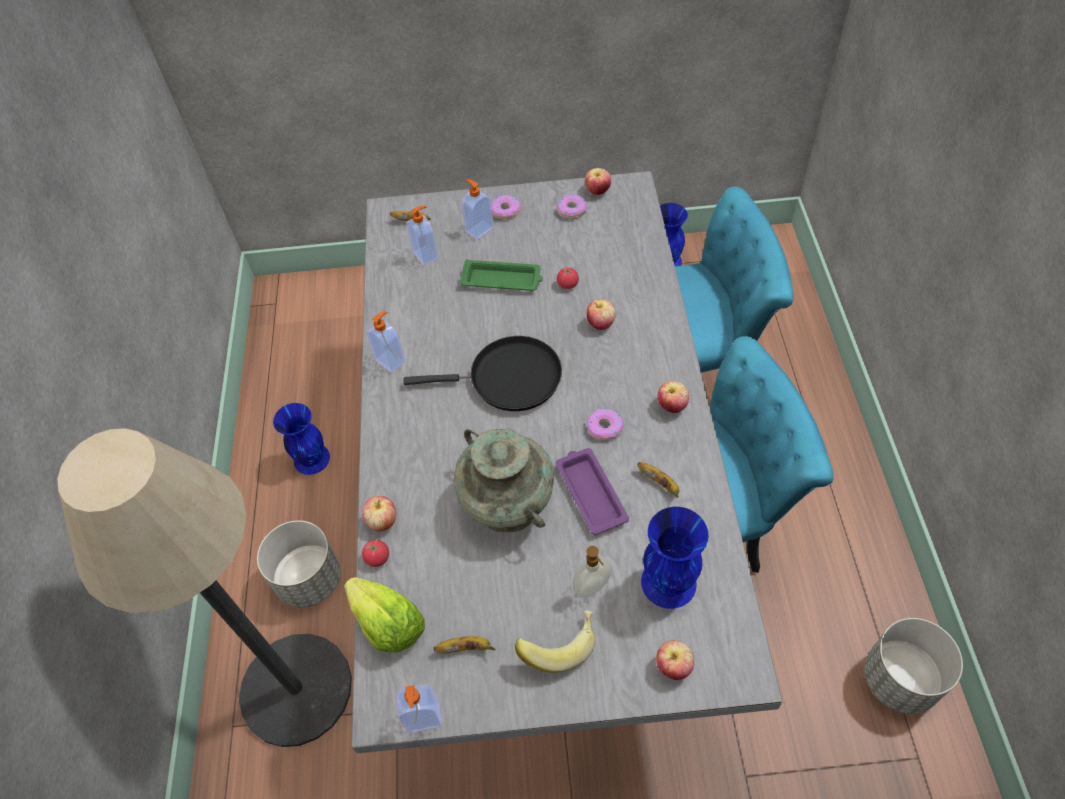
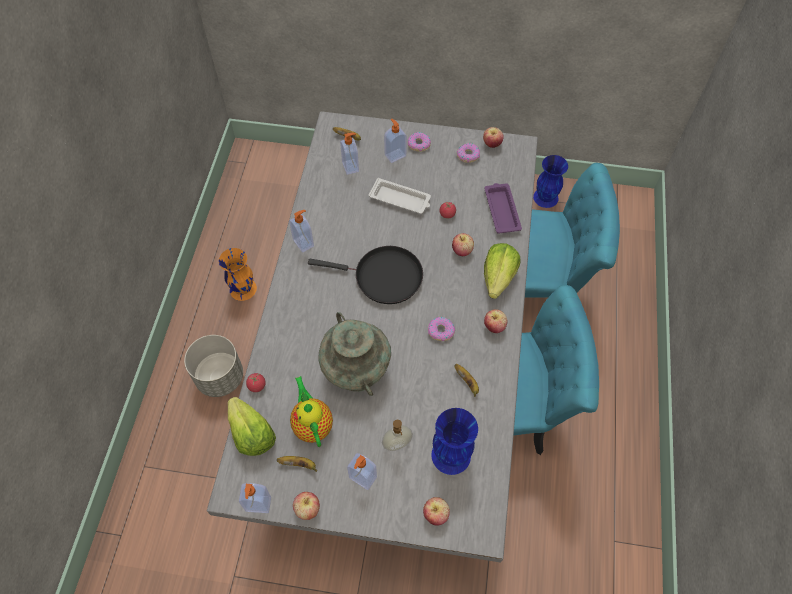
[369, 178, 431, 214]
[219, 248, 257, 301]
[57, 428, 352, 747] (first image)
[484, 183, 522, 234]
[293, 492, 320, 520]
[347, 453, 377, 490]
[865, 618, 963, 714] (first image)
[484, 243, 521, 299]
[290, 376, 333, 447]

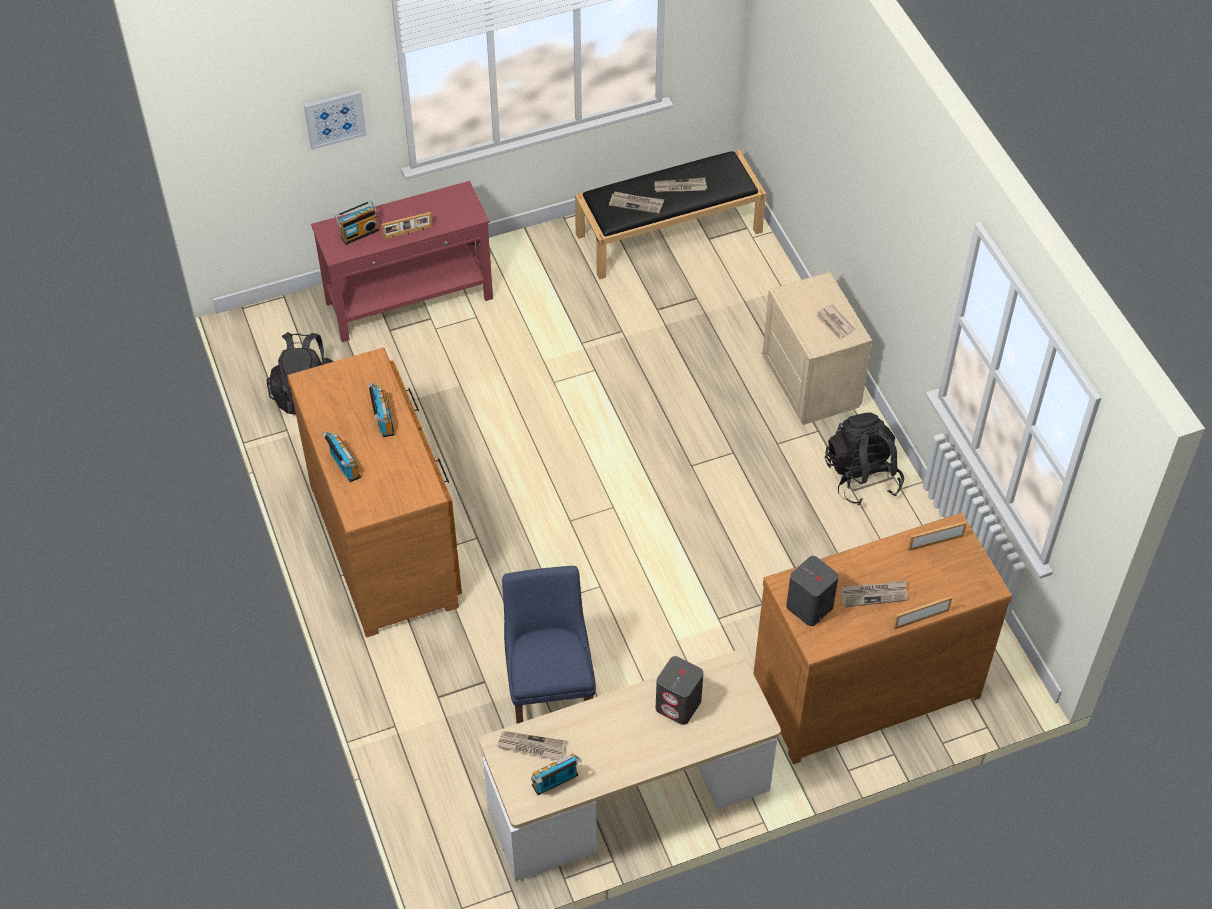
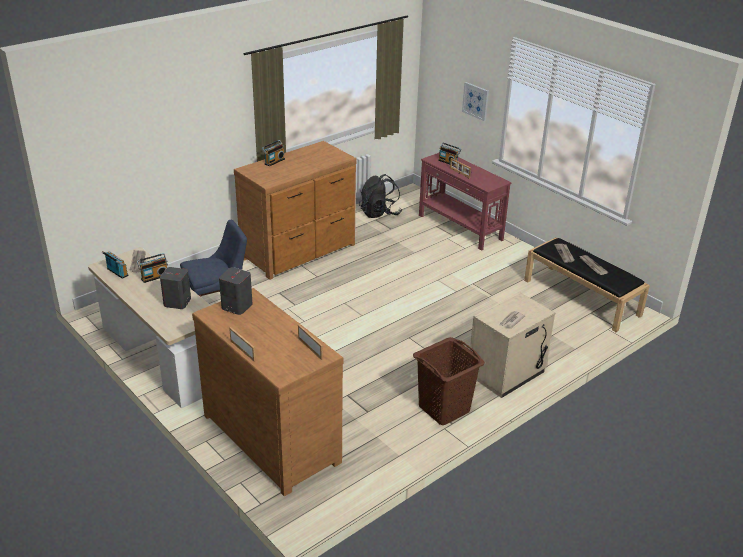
[137, 253, 168, 283]
[413, 337, 485, 425]
[840, 580, 907, 607] (first image)

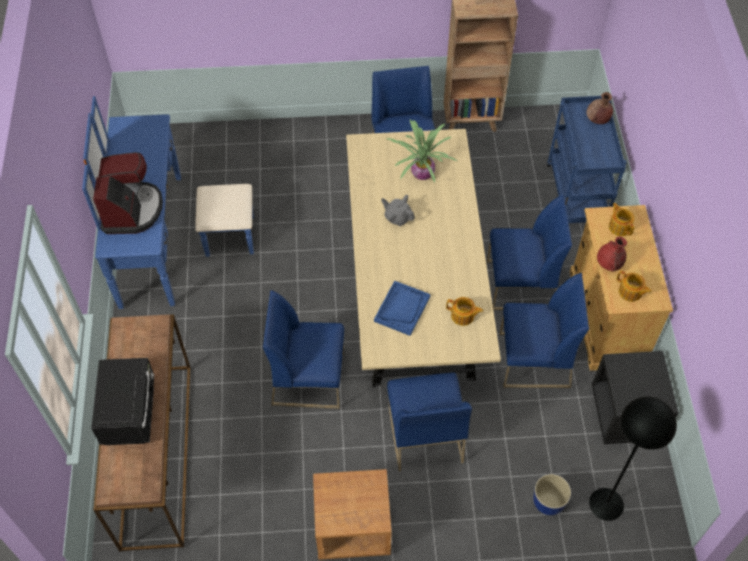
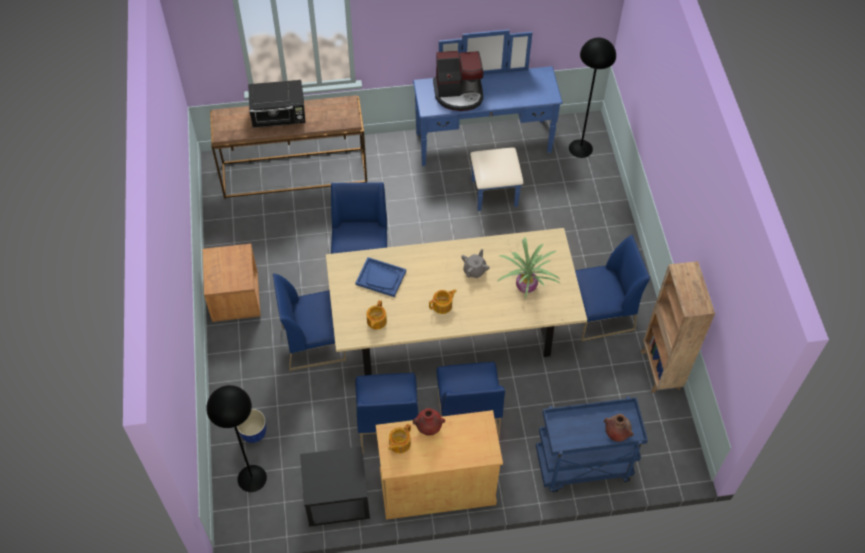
[429, 289, 457, 314]
[569, 38, 616, 158]

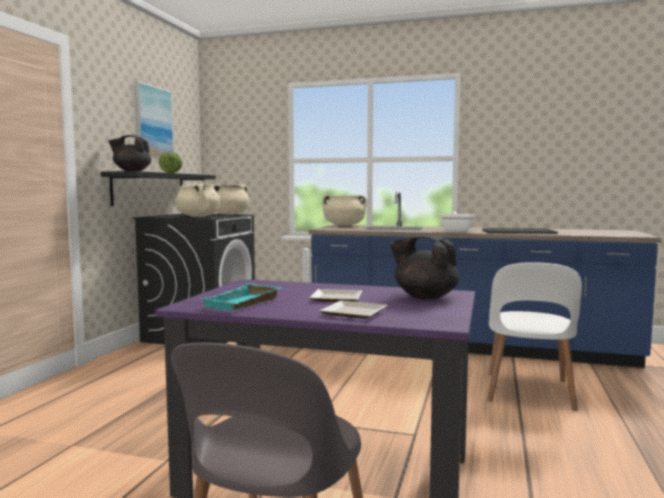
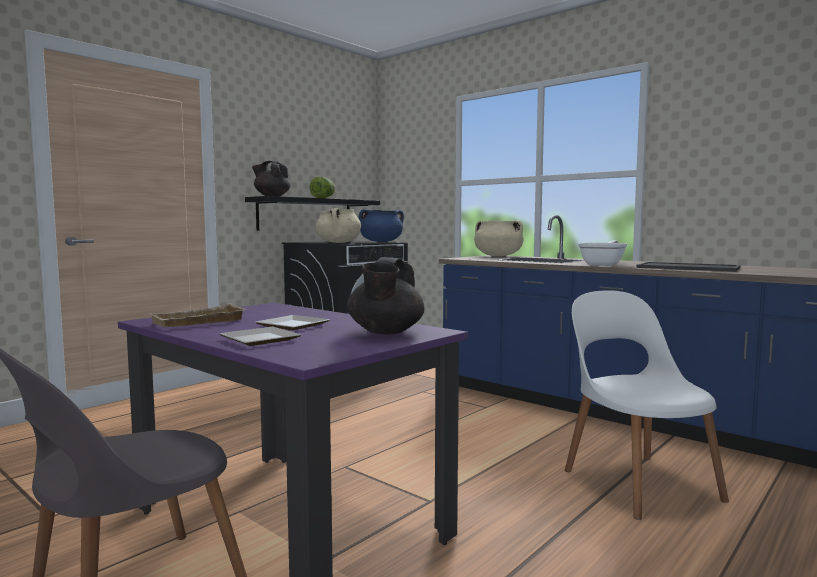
[134, 81, 174, 158] (first image)
[359, 209, 404, 242]
[347, 257, 424, 334]
[565, 290, 729, 520]
[150, 304, 246, 327]

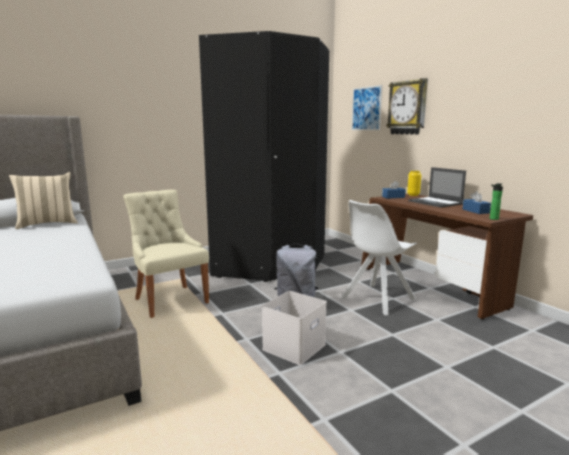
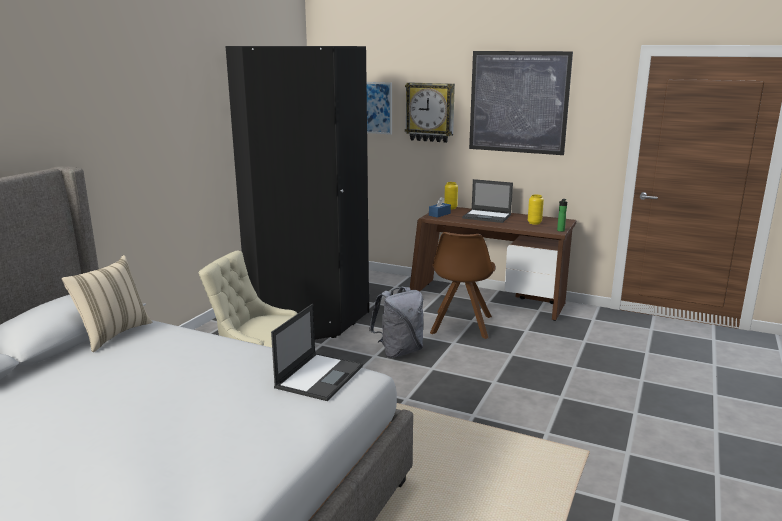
[528, 194, 544, 225]
[430, 232, 495, 339]
[262, 291, 327, 365] (first image)
[469, 51, 573, 155]
[271, 304, 363, 401]

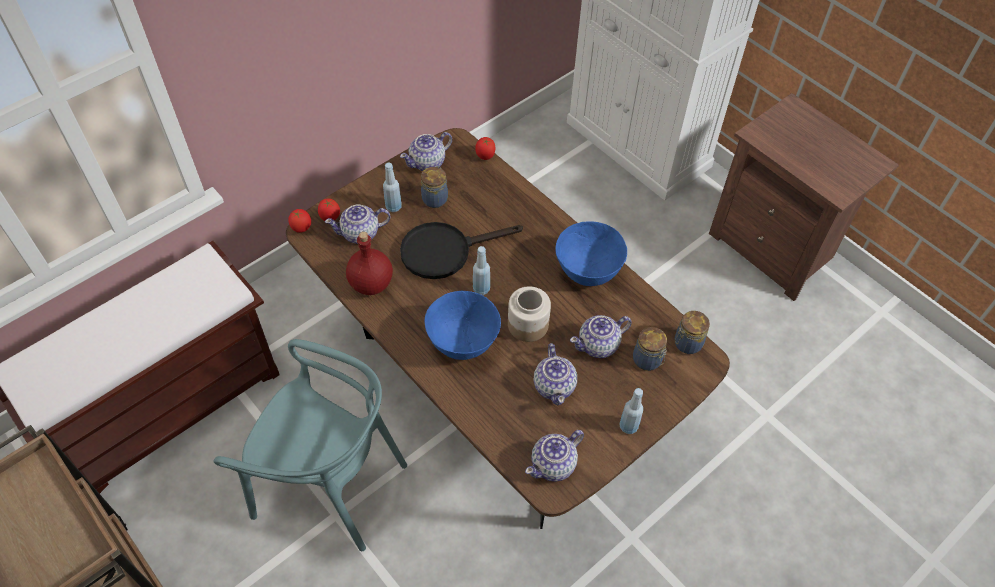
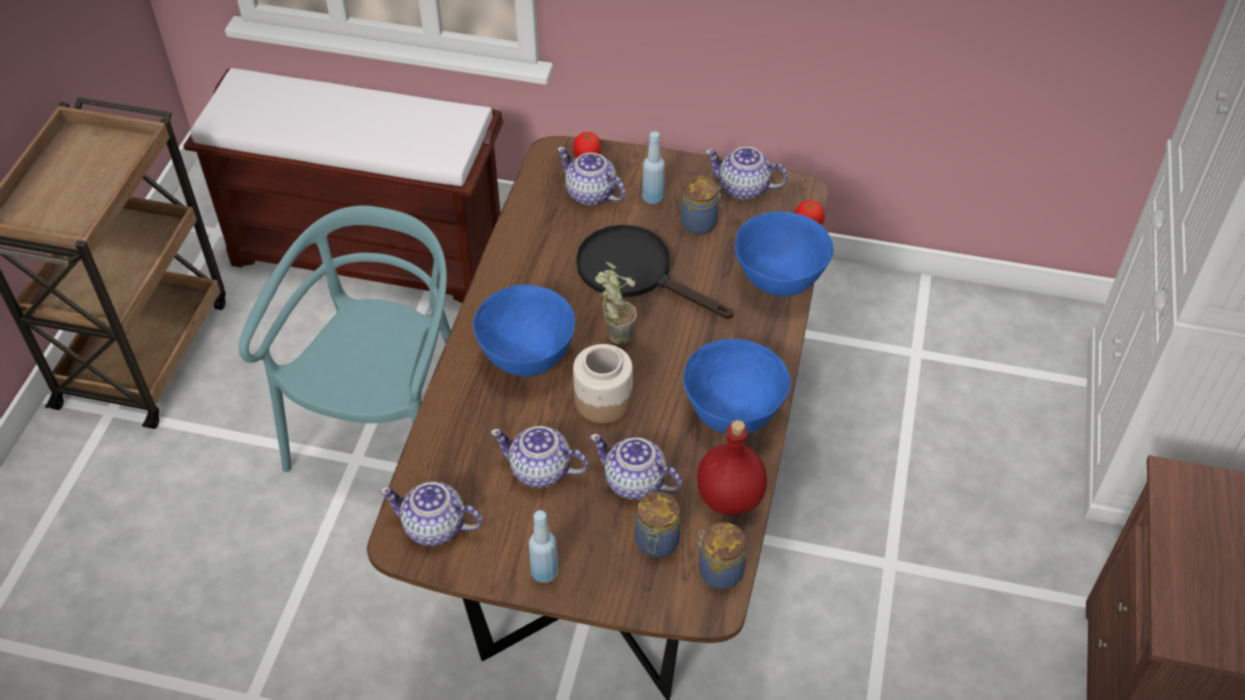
[288, 209, 311, 233] (first image)
[697, 420, 767, 515]
[595, 262, 637, 344]
[239, 205, 451, 472]
[490, 426, 588, 488]
[735, 211, 833, 296]

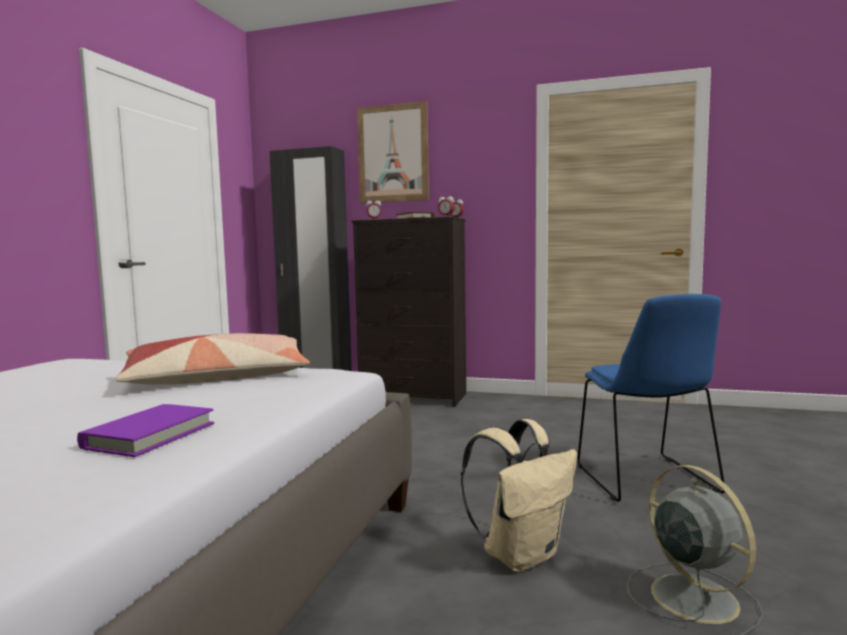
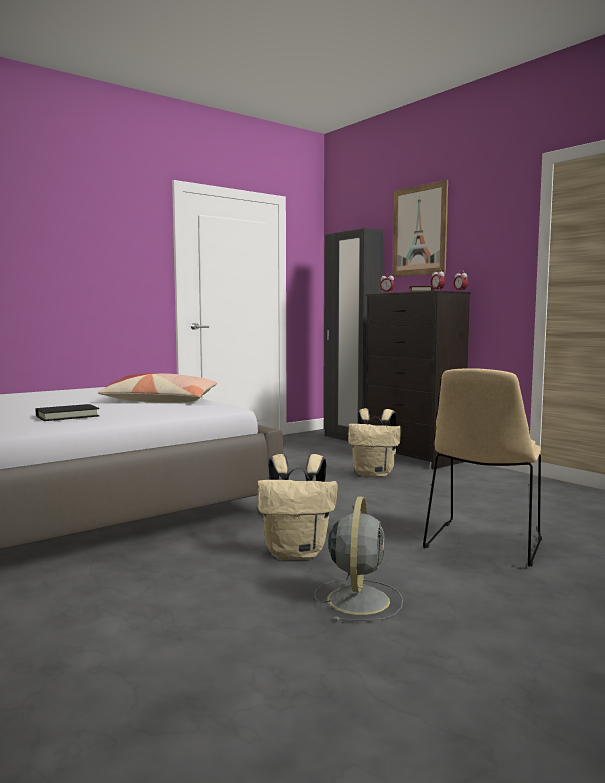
[423, 368, 542, 567]
[36, 404, 99, 421]
[348, 408, 401, 478]

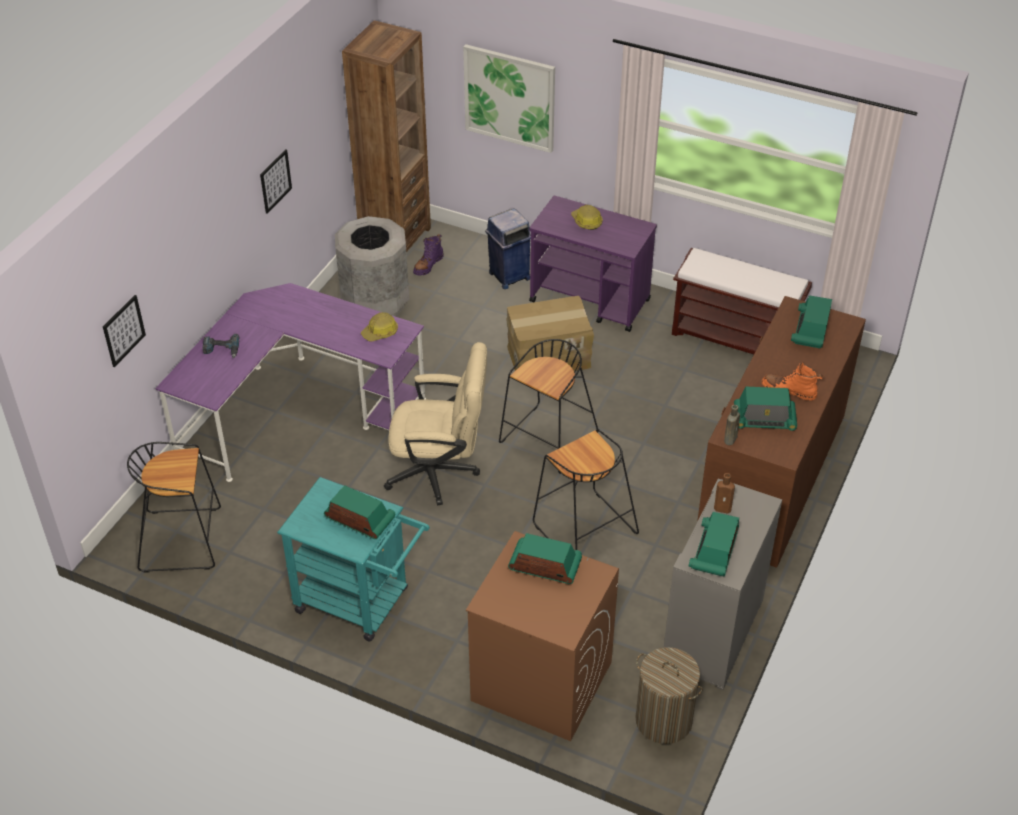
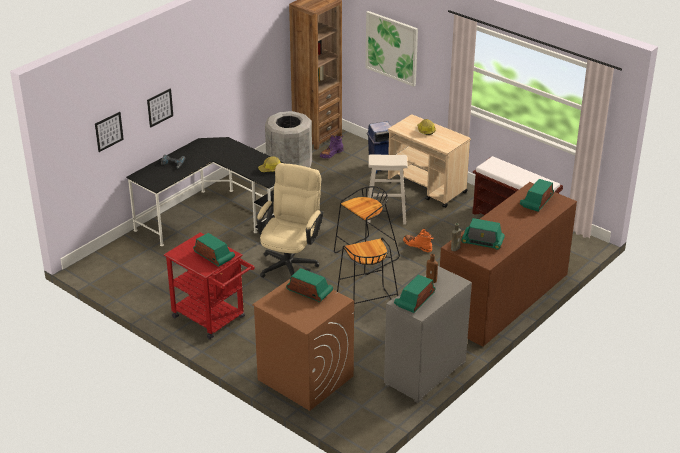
[147, 89, 173, 128]
[388, 114, 471, 208]
[126, 137, 286, 246]
[367, 154, 407, 224]
[257, 163, 324, 278]
[403, 228, 434, 252]
[127, 442, 221, 573] (first image)
[164, 232, 255, 339]
[636, 647, 702, 744] (first image)

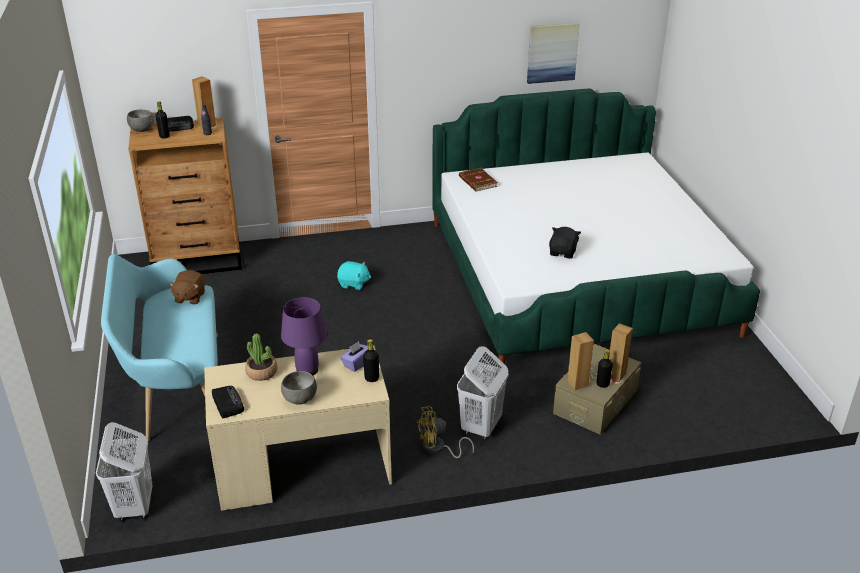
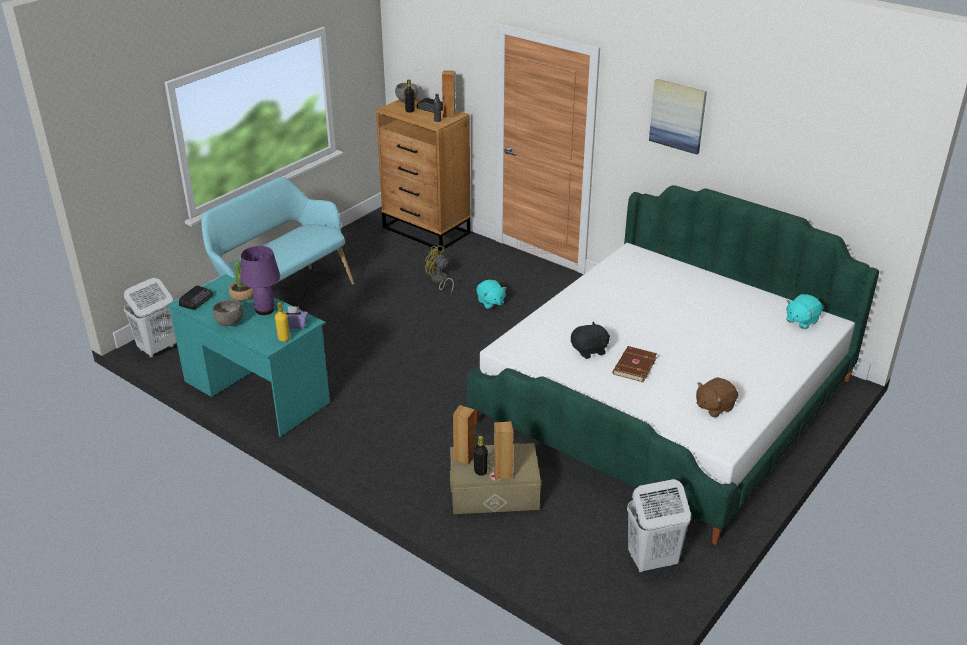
[649, 79, 707, 154]
[613, 346, 657, 382]
[696, 377, 738, 418]
[275, 302, 290, 342]
[167, 274, 330, 437]
[627, 479, 691, 573]
[425, 245, 454, 293]
[786, 294, 823, 329]

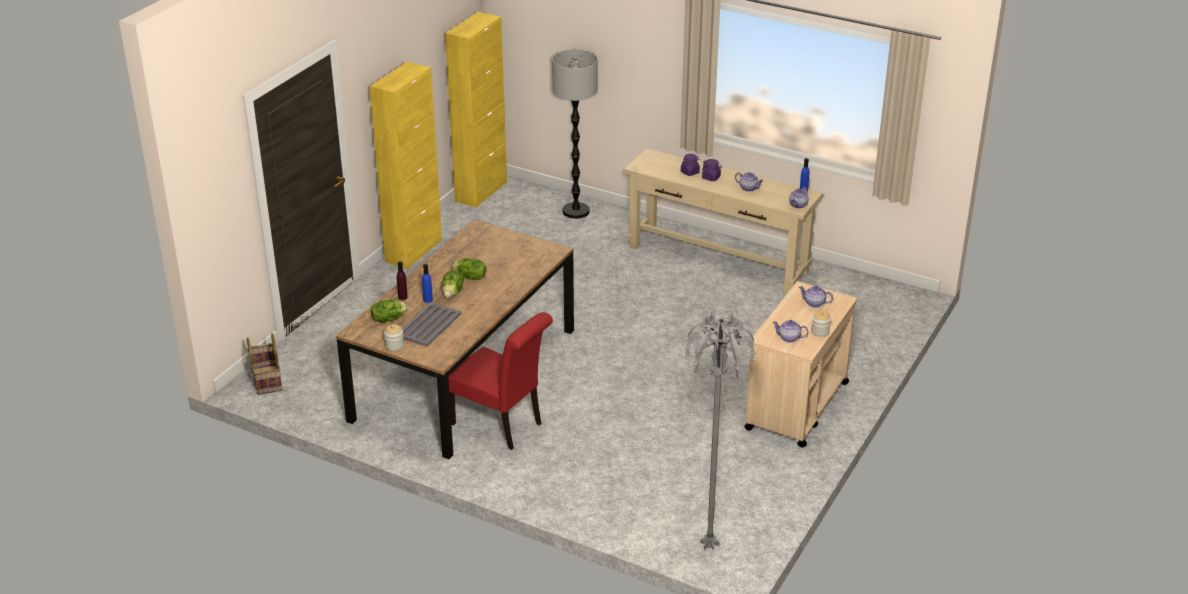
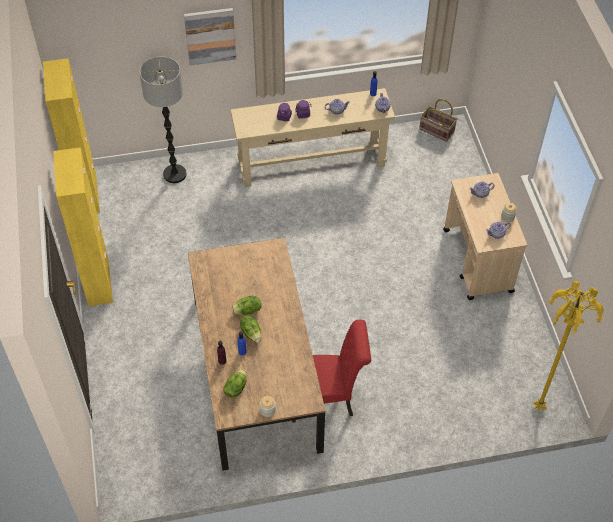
[402, 302, 461, 347] (first image)
[533, 281, 604, 412]
[419, 99, 457, 142]
[184, 8, 236, 66]

